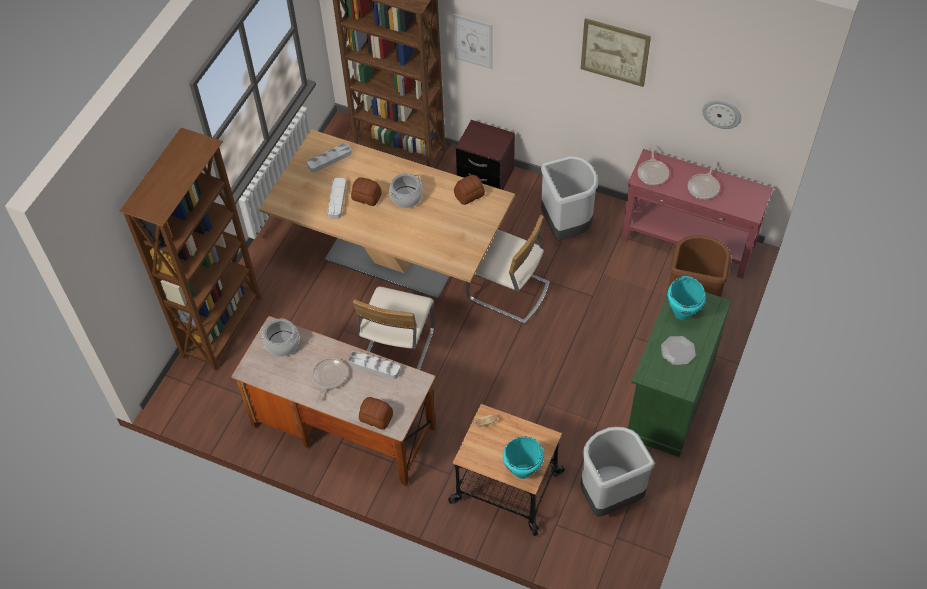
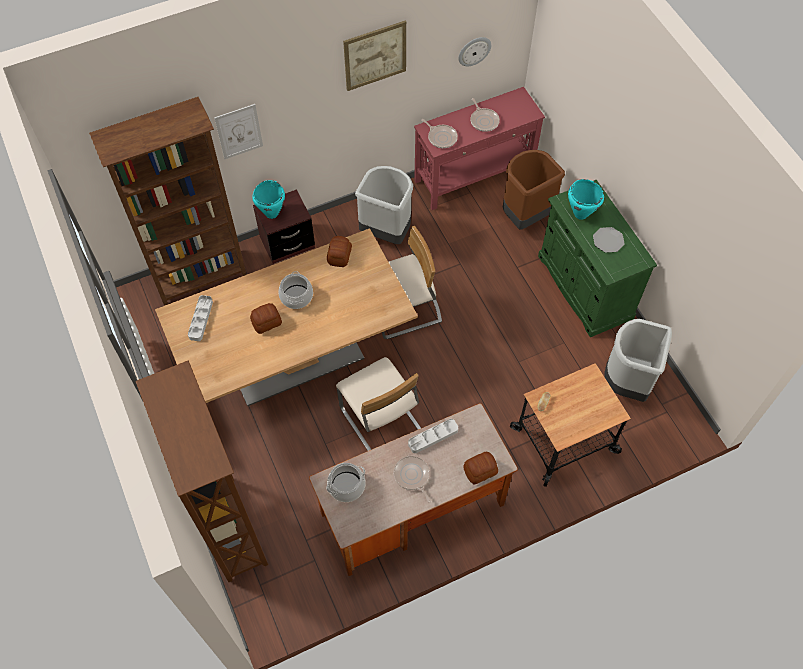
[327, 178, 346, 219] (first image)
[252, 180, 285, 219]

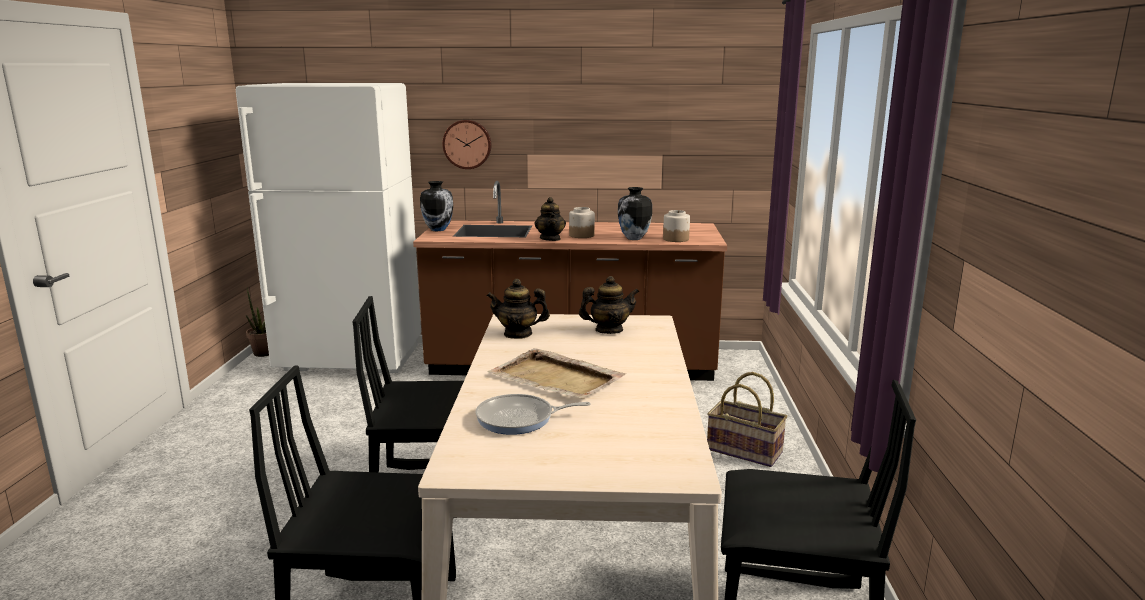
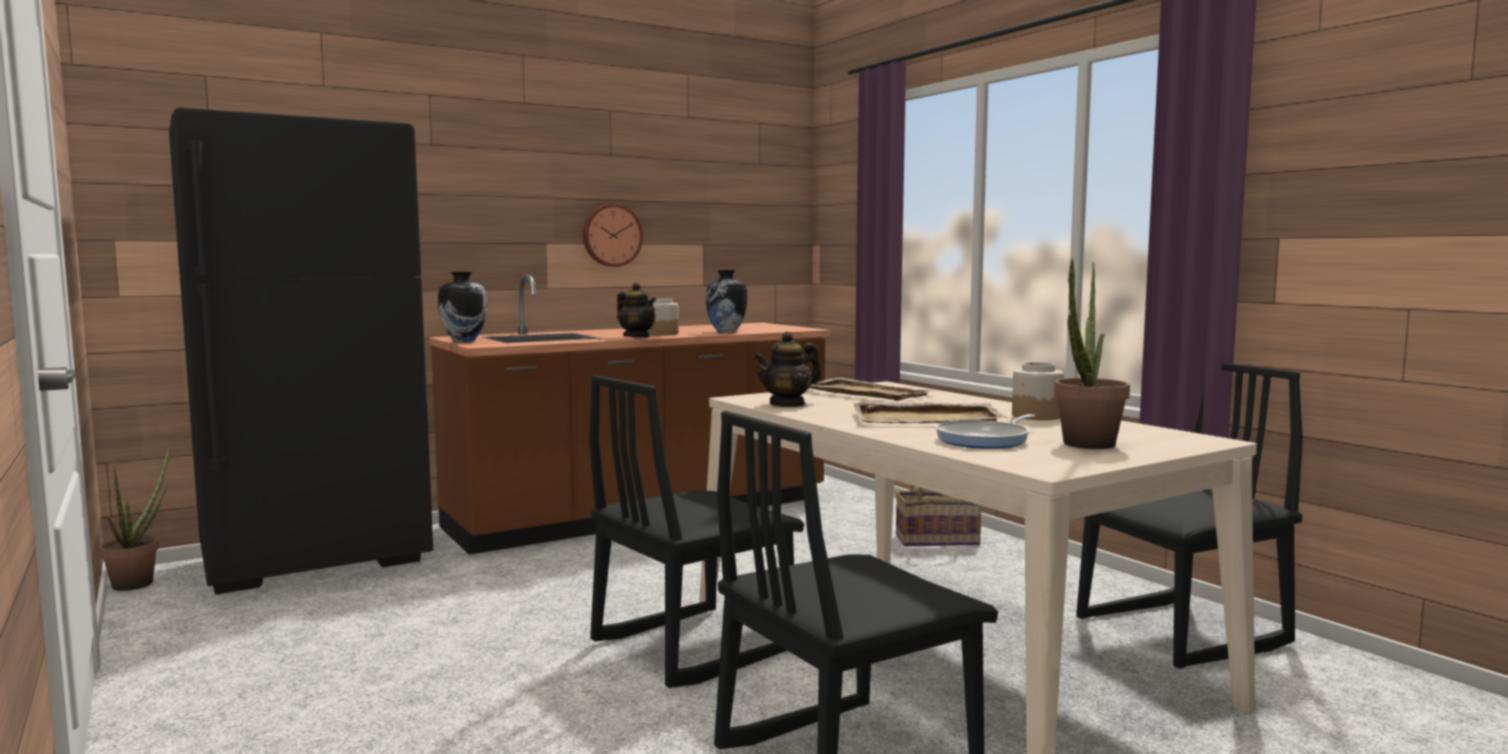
[169, 107, 433, 594]
[583, 204, 643, 267]
[1012, 362, 1064, 420]
[810, 378, 939, 401]
[1054, 258, 1130, 449]

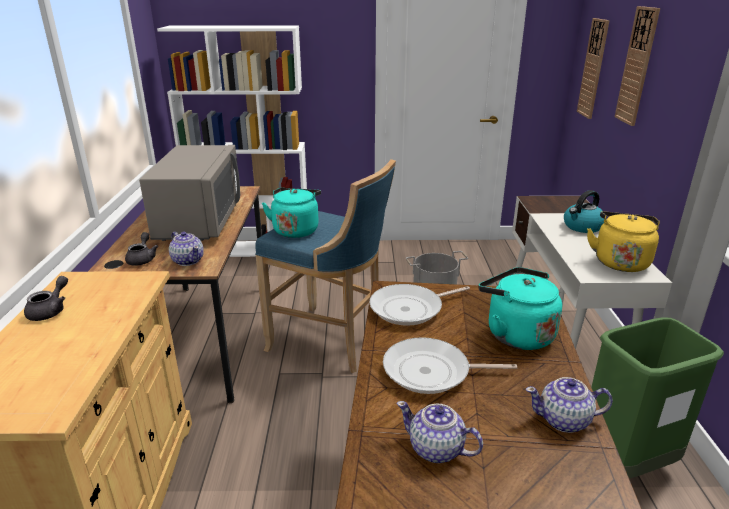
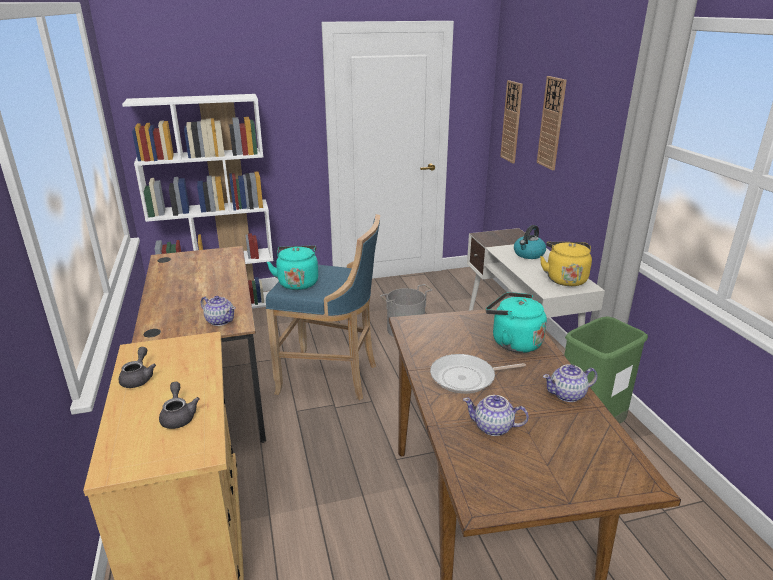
[139, 145, 241, 241] (first image)
[159, 382, 200, 429]
[370, 284, 470, 326] (first image)

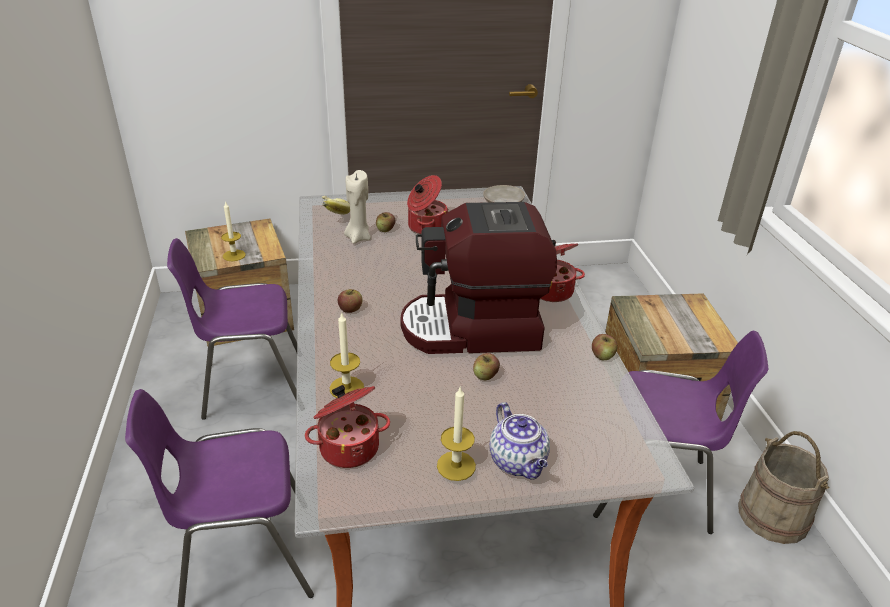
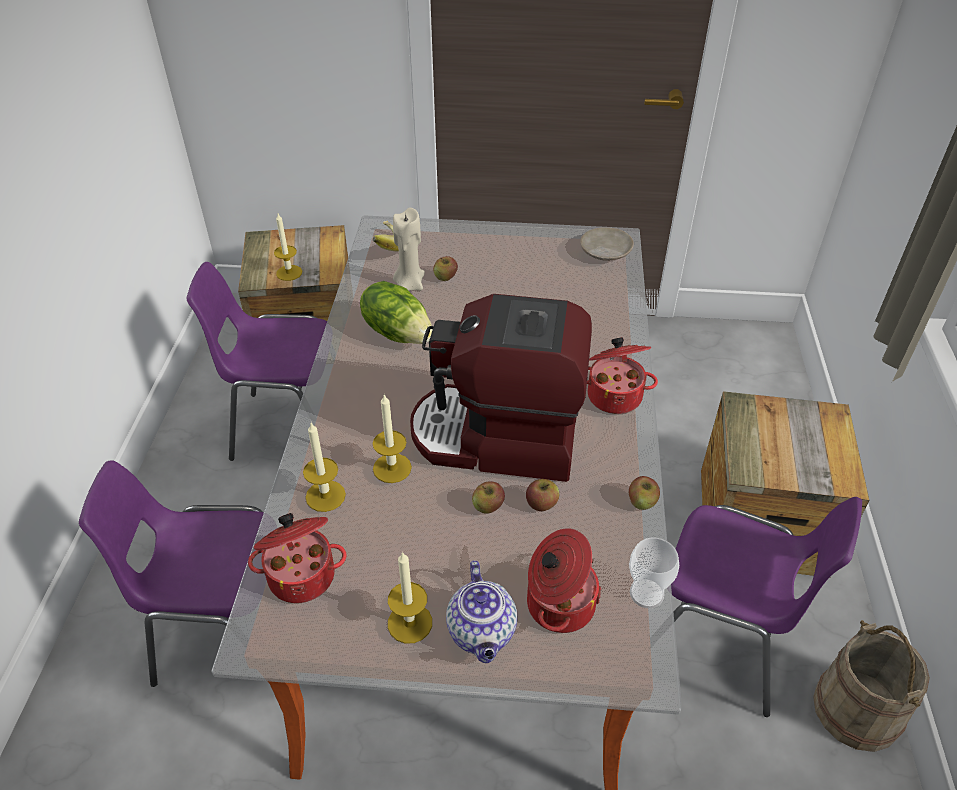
[527, 528, 602, 633]
[526, 479, 559, 511]
[360, 281, 433, 344]
[373, 394, 412, 483]
[629, 538, 679, 608]

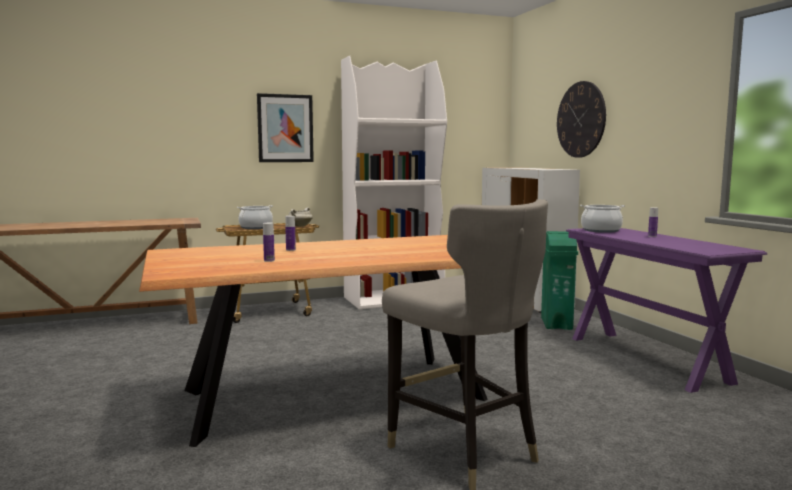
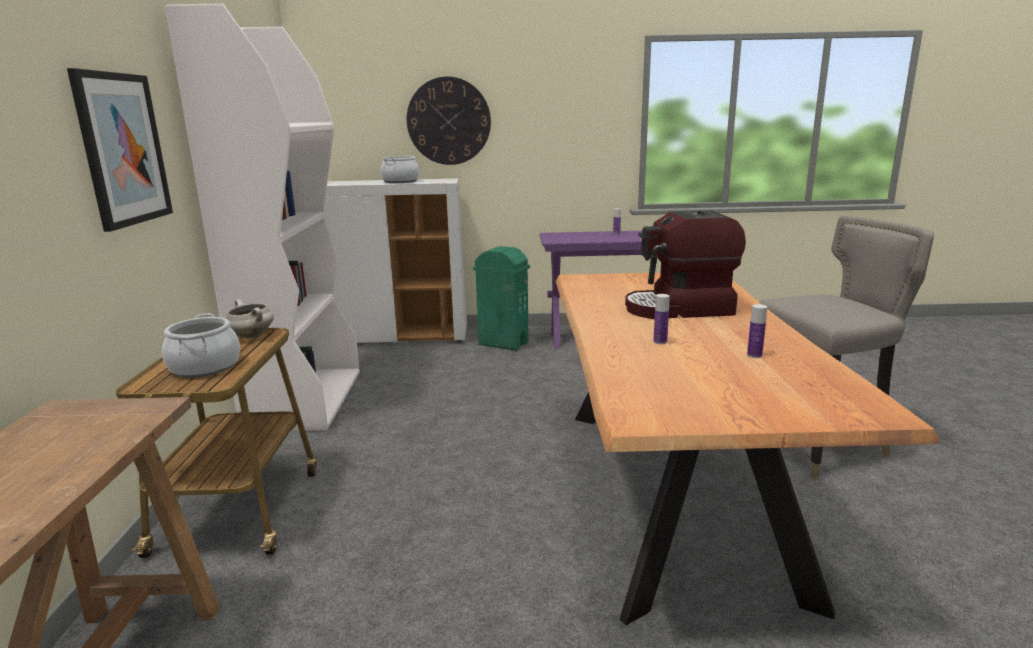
[380, 155, 419, 183]
[625, 210, 746, 319]

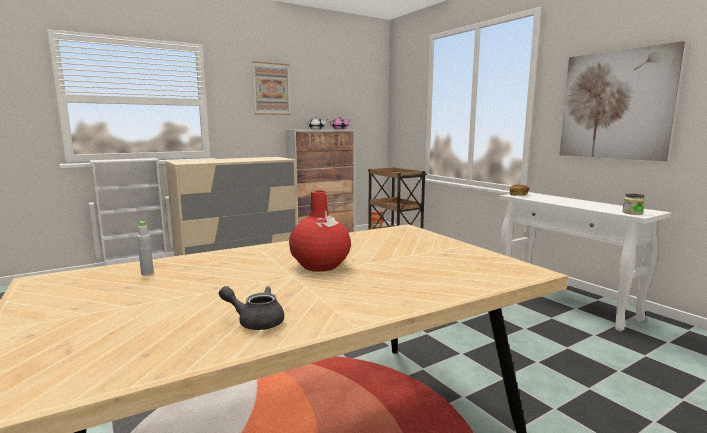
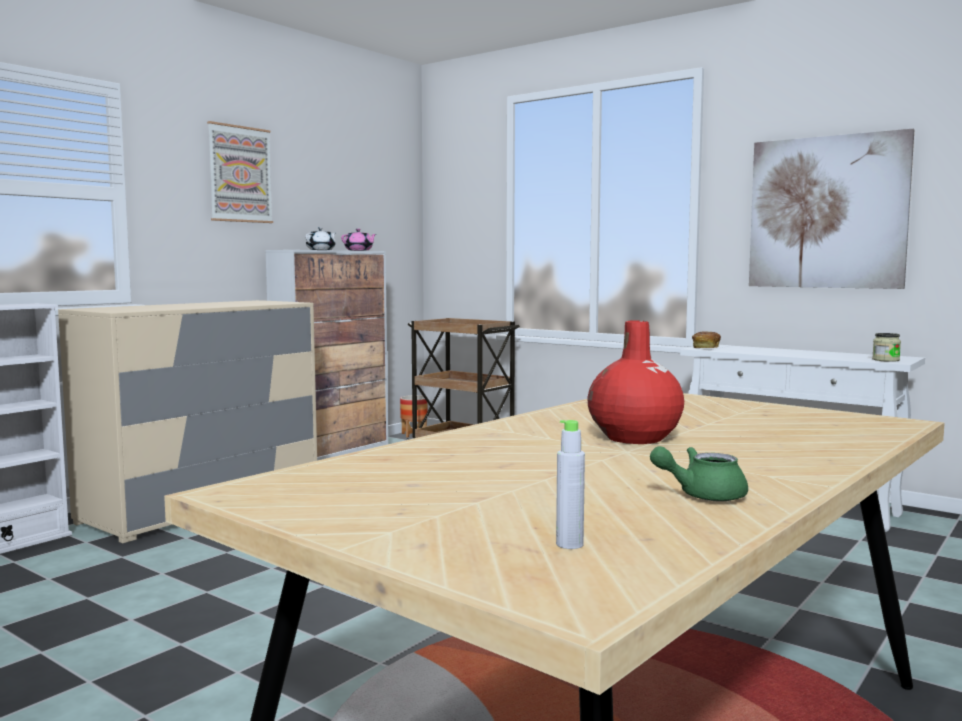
[556, 420, 585, 549]
[650, 446, 748, 502]

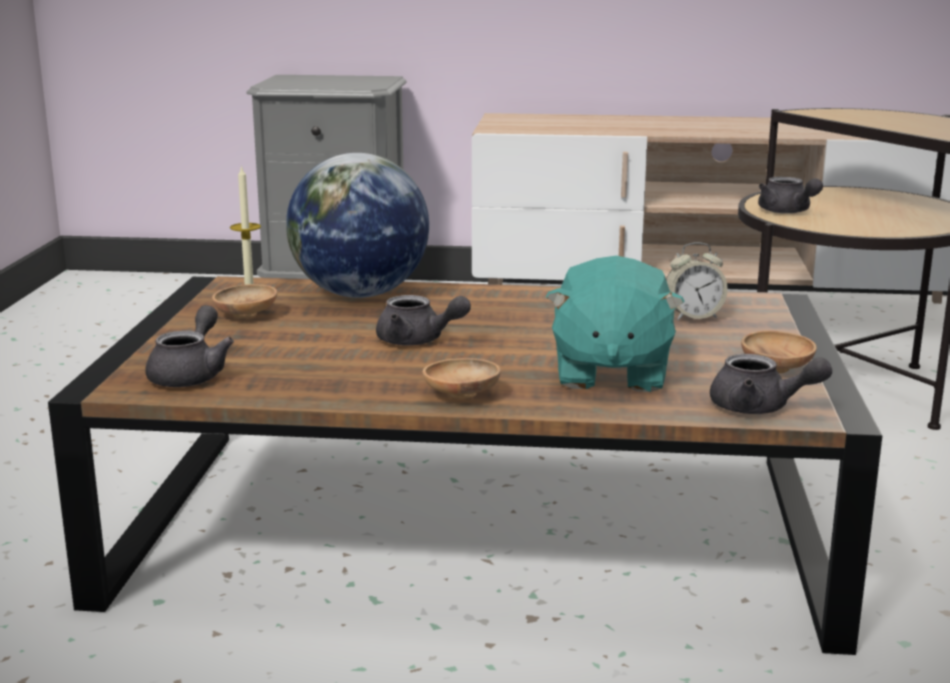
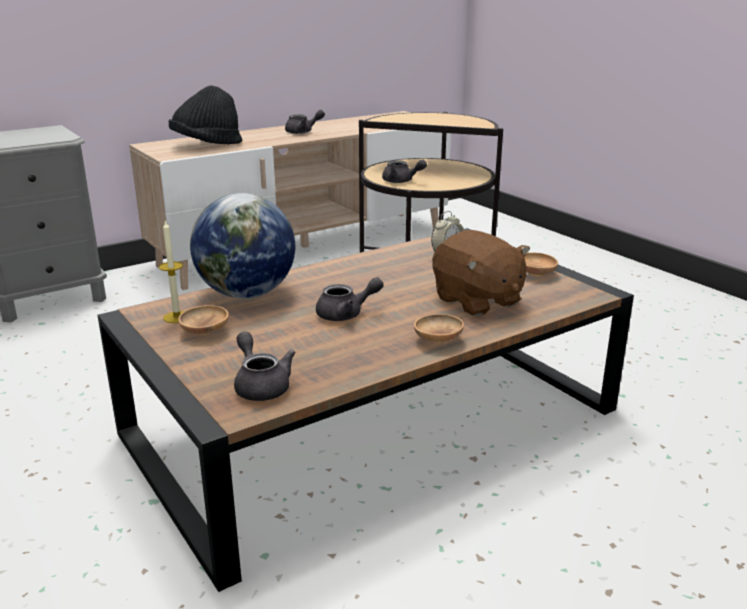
[432, 230, 530, 316]
[285, 110, 325, 134]
[169, 85, 242, 144]

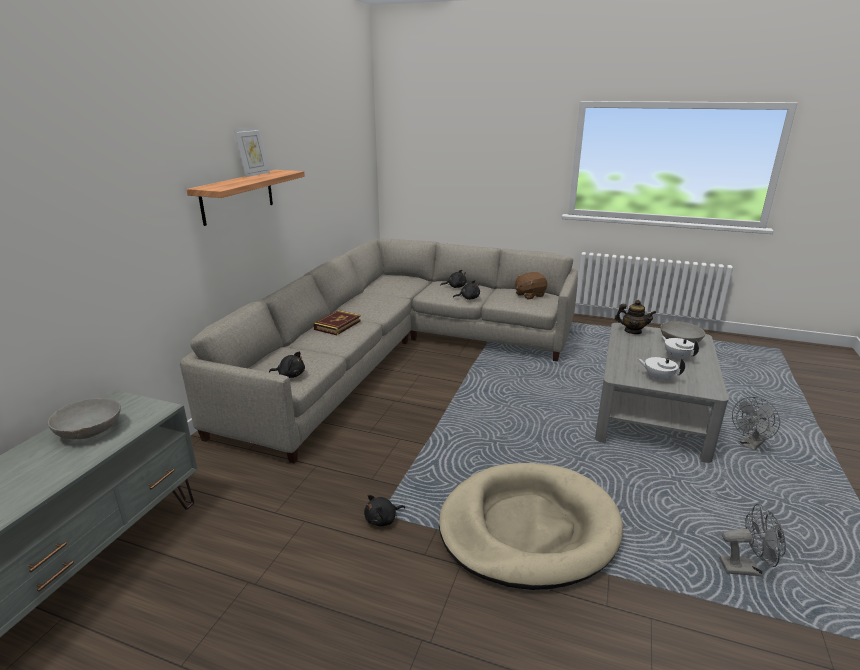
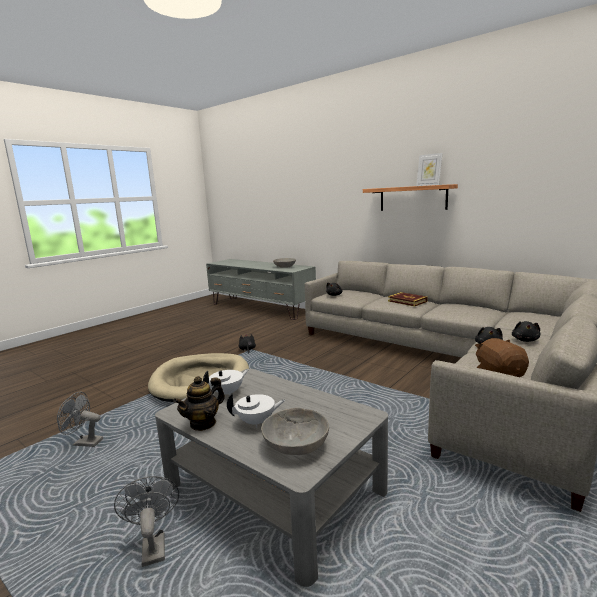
[173, 376, 225, 431]
[57, 392, 103, 447]

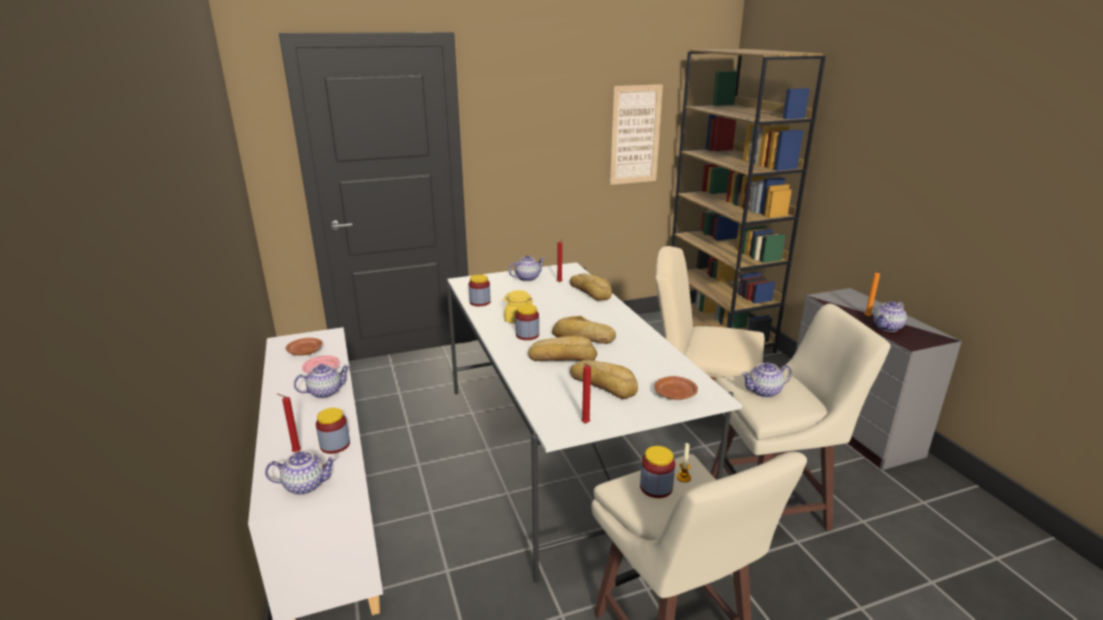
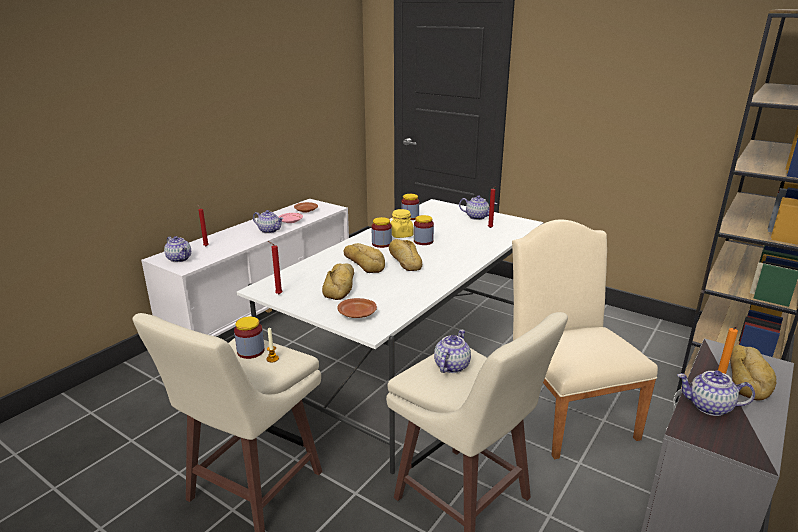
[609, 84, 663, 185] (first image)
[730, 345, 776, 401]
[434, 330, 471, 373]
[414, 215, 434, 245]

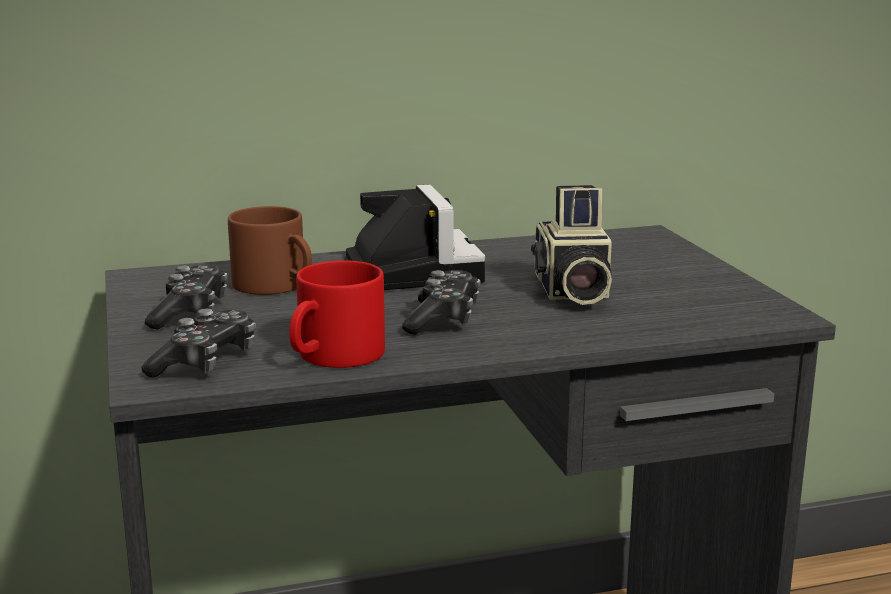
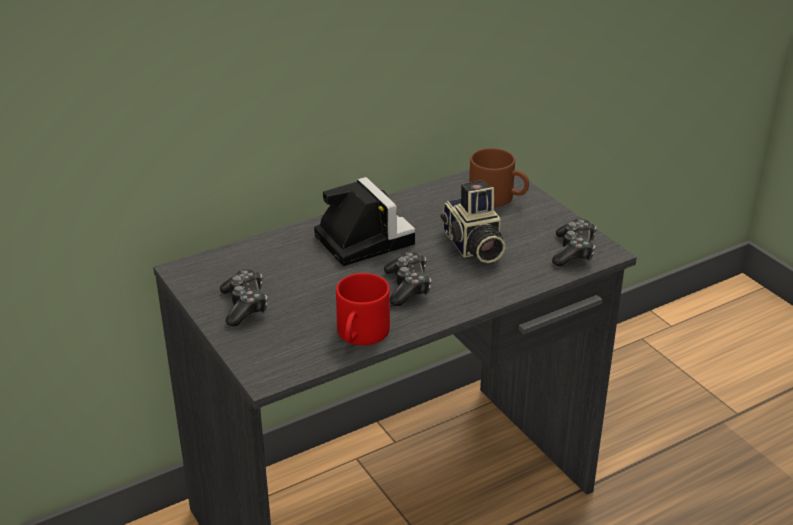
[469, 148, 529, 207]
[552, 219, 597, 267]

